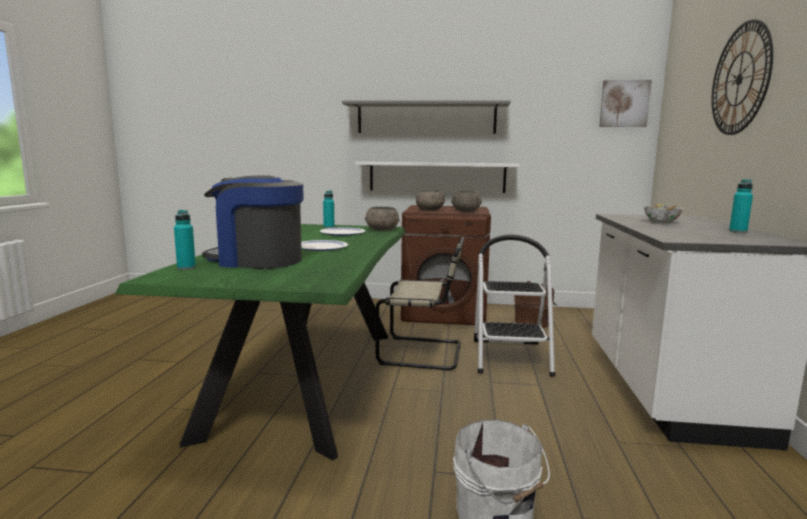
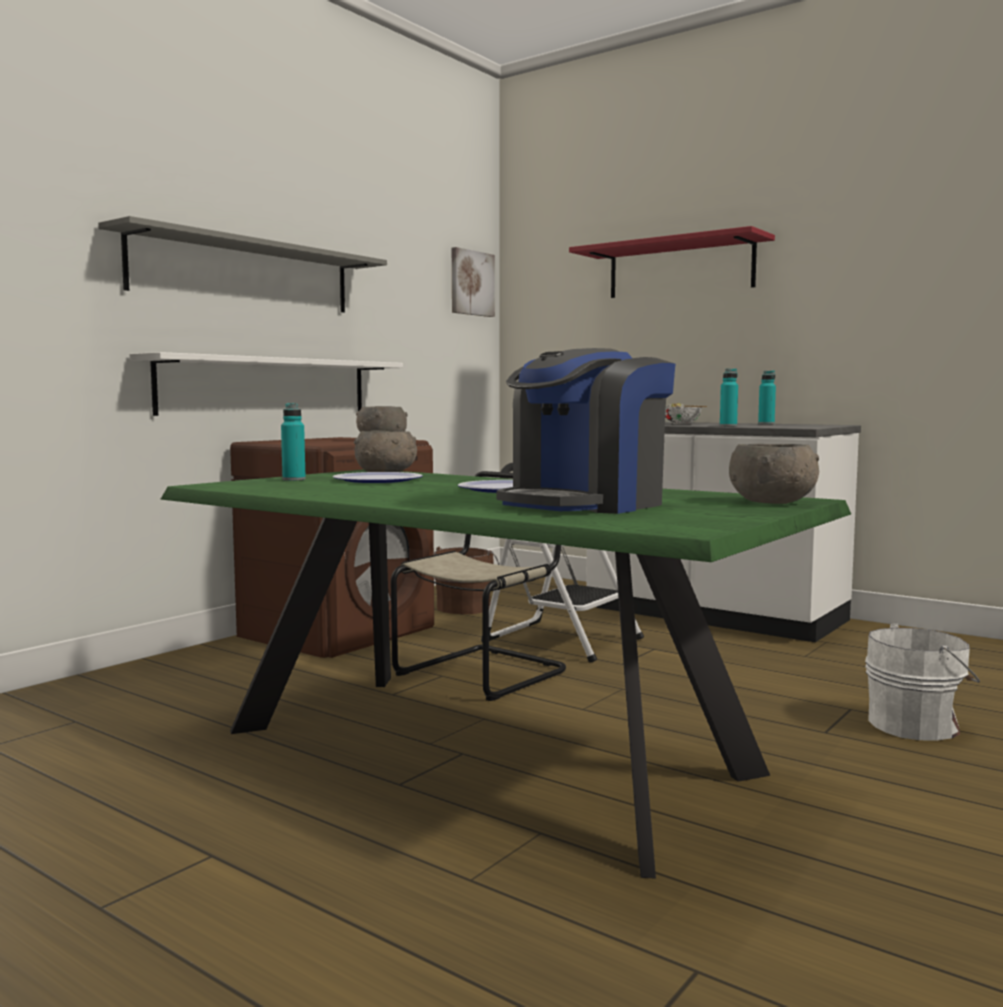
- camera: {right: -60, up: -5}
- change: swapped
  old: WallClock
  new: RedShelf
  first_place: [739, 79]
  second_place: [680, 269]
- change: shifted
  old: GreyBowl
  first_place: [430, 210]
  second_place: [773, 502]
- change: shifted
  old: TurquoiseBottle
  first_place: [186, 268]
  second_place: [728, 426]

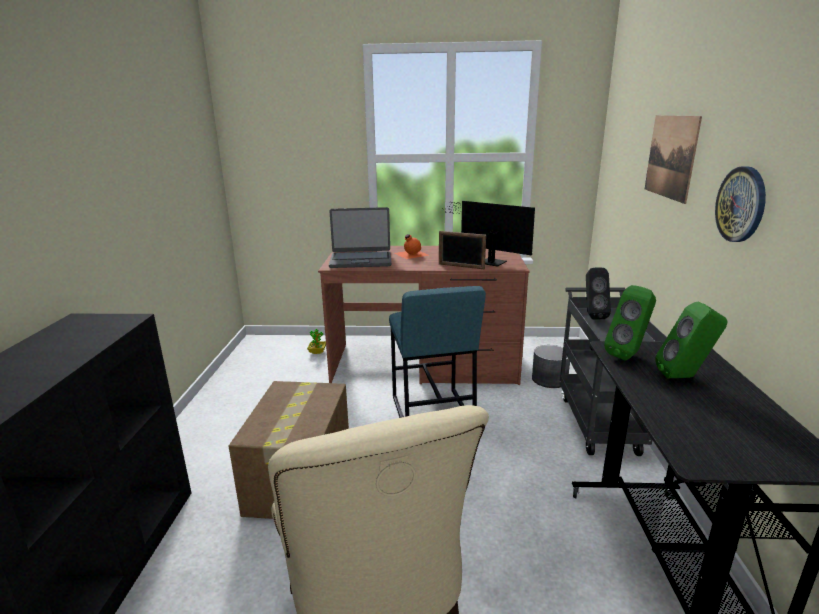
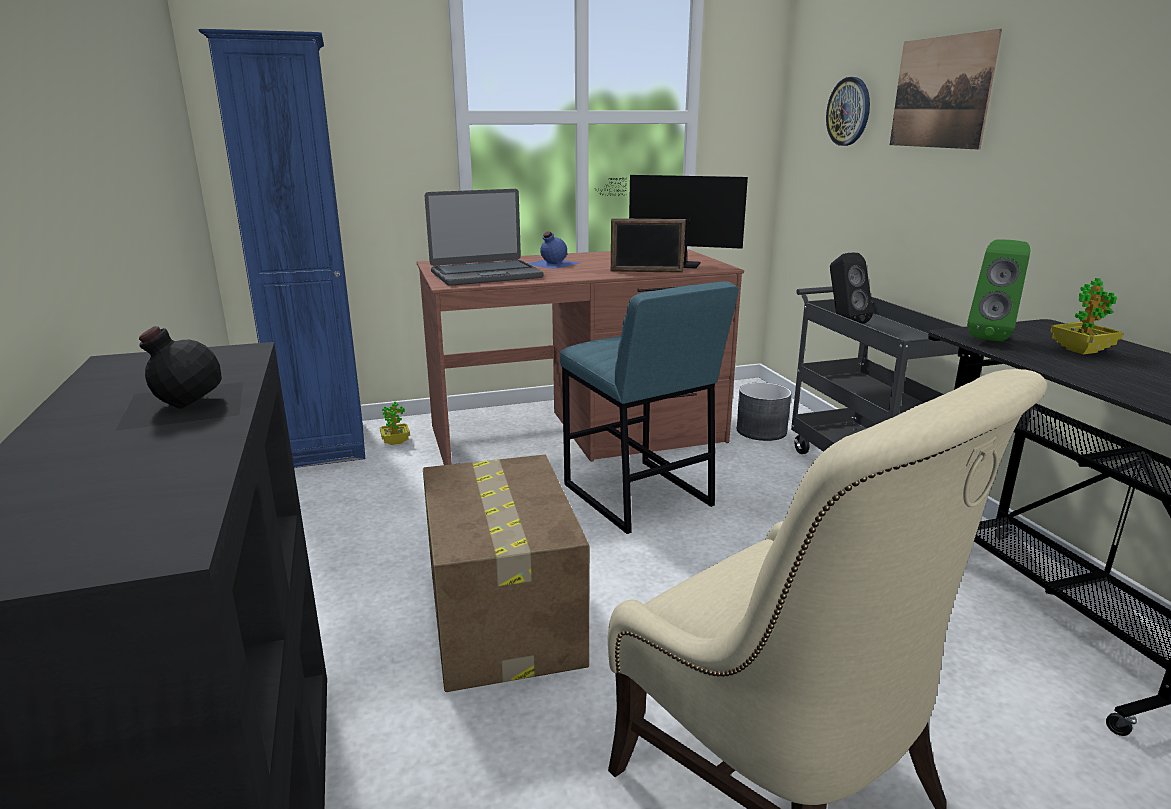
- camera: {right: -20, up: 0}
- change: shifted
  old: WallClock
  first_place: [741, 204]
  second_place: [849, 111]
- change: repainted
  old: OrangeBottle
  new: BlueBottle
  first_place: [410, 254]
  second_place: [551, 263]
- change: swapped
  old: GreenSpeaker
  new: PottedPlant
  first_place: [685, 377]
  second_place: [1081, 350]
- change: new
  new: BlueCabinet
  second_place: [325, 445]
- change: new
  new: BlackBottle
  second_place: [182, 403]

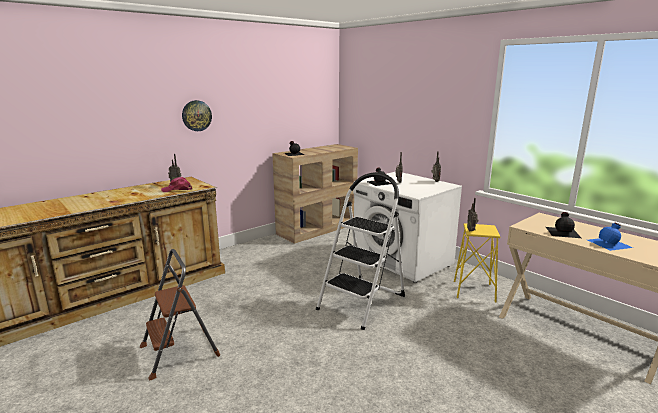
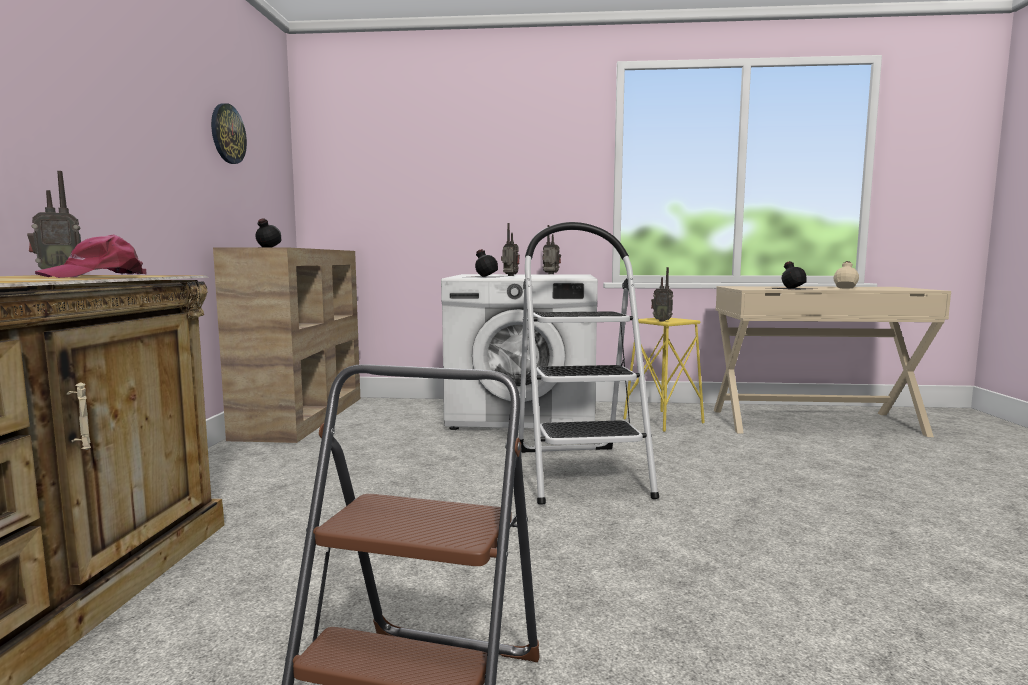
- camera: {right: -45, up: -10}
- change: shifted
  old: WallClock
  first_place: [196, 115]
  second_place: [227, 134]
- change: repainted
  old: BlueBottle
  new: BeigeBottle
  first_place: [610, 243]
  second_place: [846, 288]

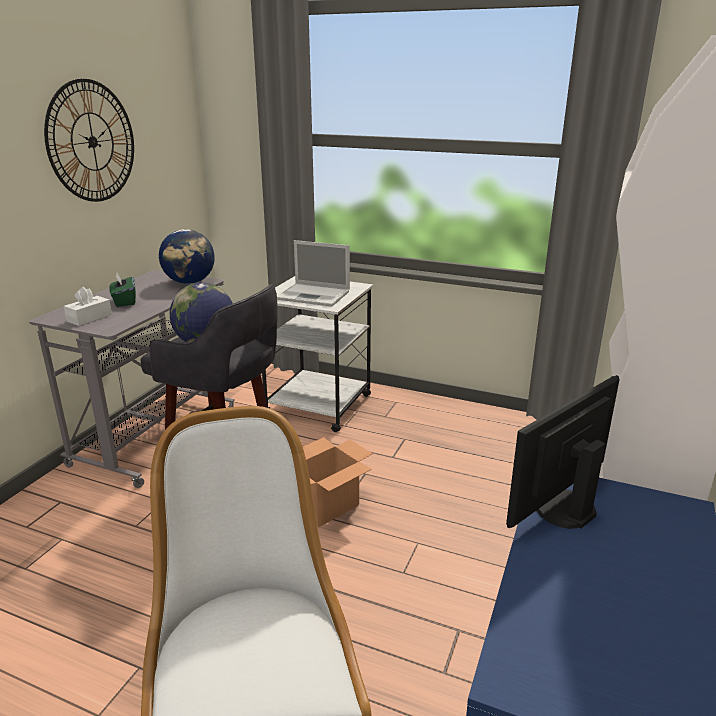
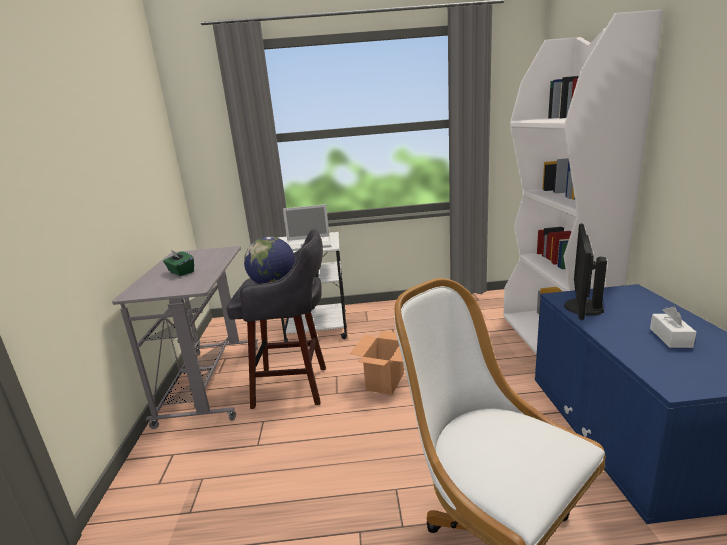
- camera: {right: -25, up: -5}
- change: gone
  old: WallClock
  first_place: [92, 142]
- change: gone
  old: Globe
  first_place: [190, 282]
- change: shifted
  old: WhiteTissueBox
  first_place: [89, 318]
  second_place: [670, 337]

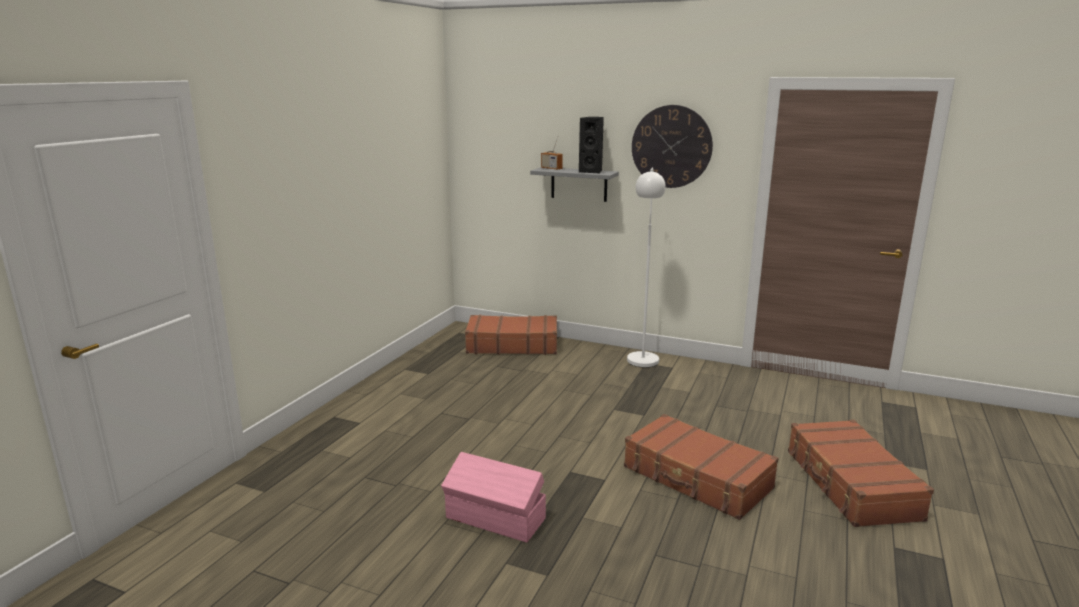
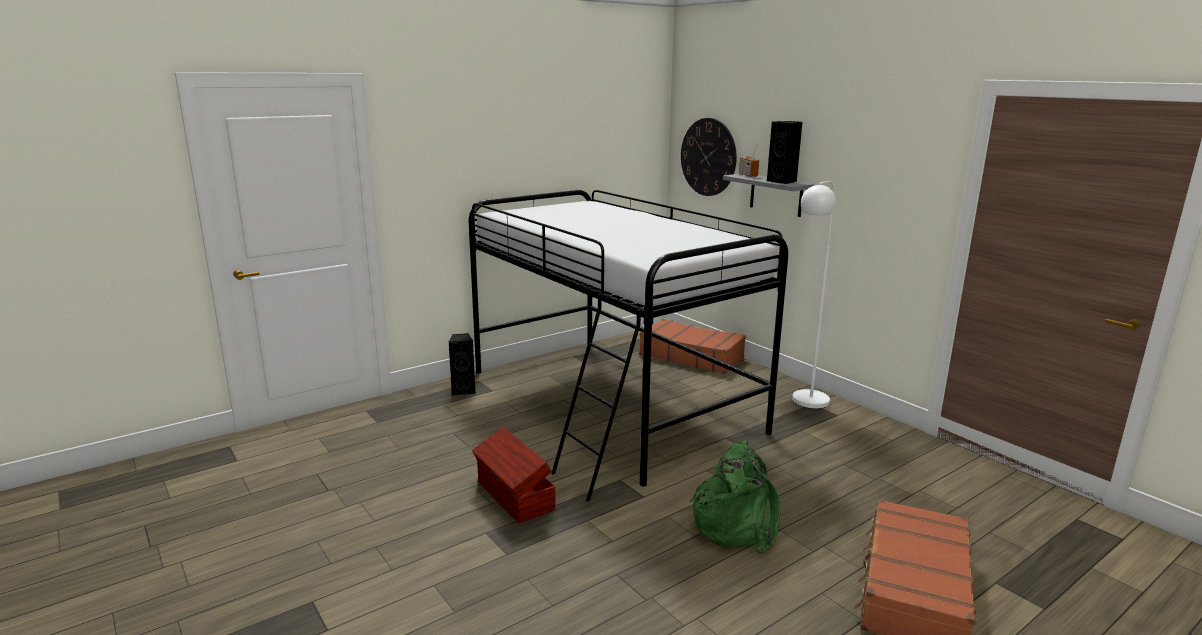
- camera: {right: 30, up: 0}
- change: shifted
  old: WallClock
  first_place: [671, 146]
  second_place: [708, 157]
- change: swapped
  old: BrownSuitcase
  new: GreenBackpack
  first_place: [696, 478]
  second_place: [737, 524]
- change: repainted
  old: PinkStorageBox
  new: BrownStorageBox
  first_place: [495, 519]
  second_place: [514, 497]
- change: new
  new: BlackBed
  second_place: [610, 402]
- change: new
  new: BlackSpeaker
  second_place: [463, 390]

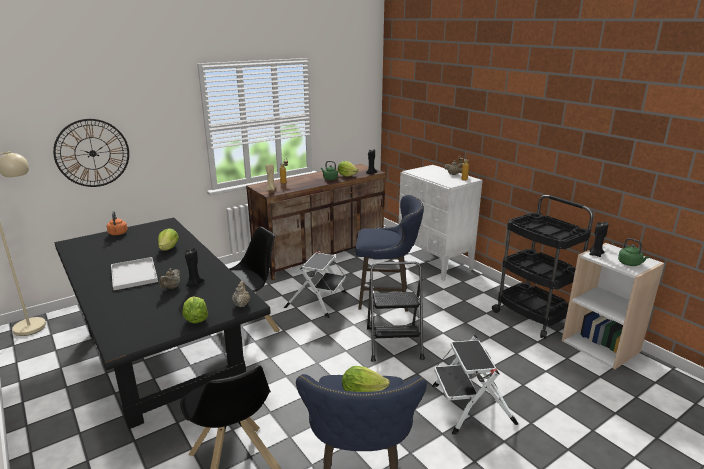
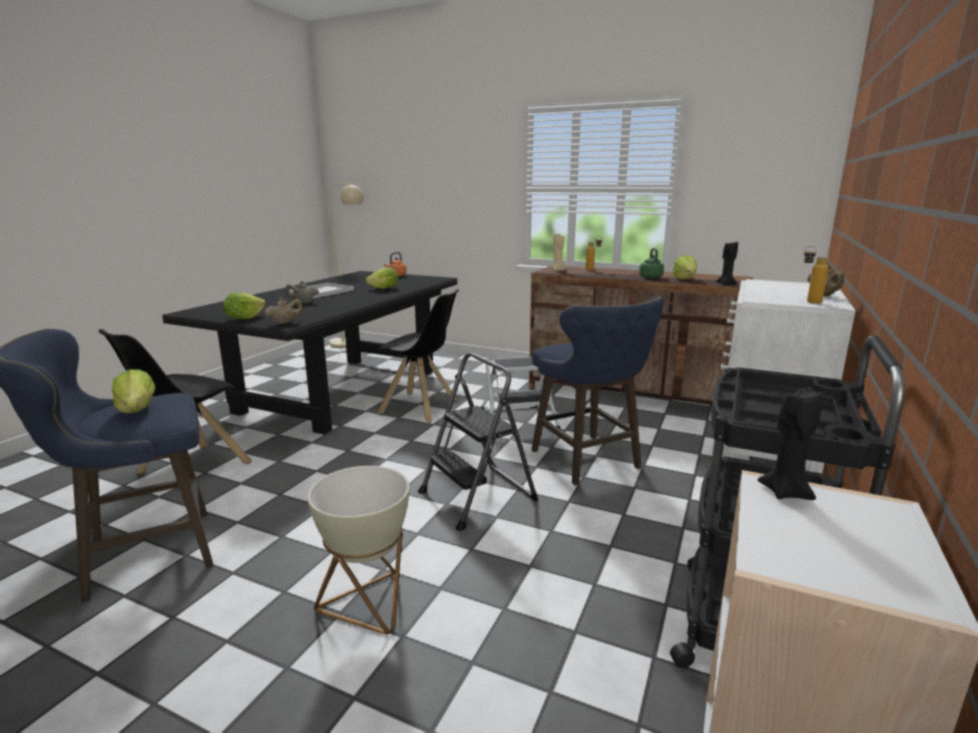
- camera: {right: 60, up: -5}
- change: gone
  old: WallClock
  first_place: [92, 153]
- change: gone
  old: GreenKettle
  first_place: [630, 264]
- change: gone
  old: BlackCandle
  first_place: [194, 284]
- change: swapped
  old: StepLadder
  new: Planter
  first_place: [471, 405]
  second_place: [368, 607]

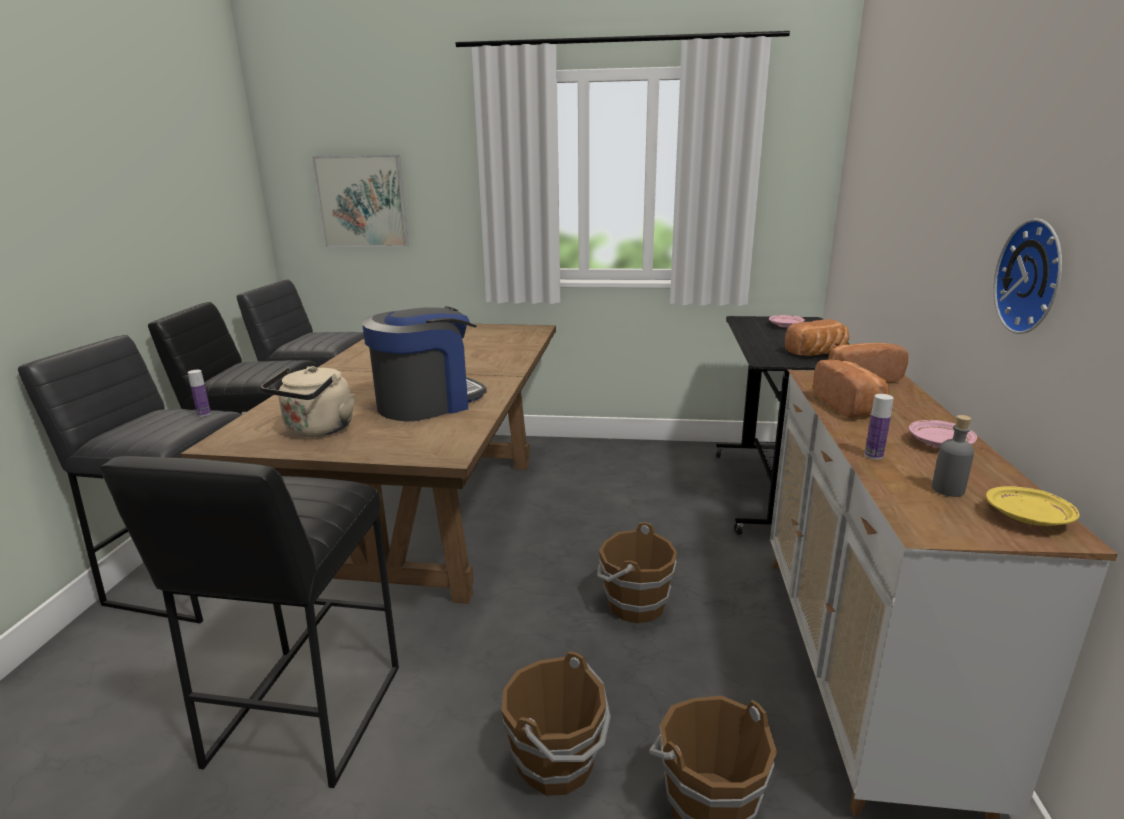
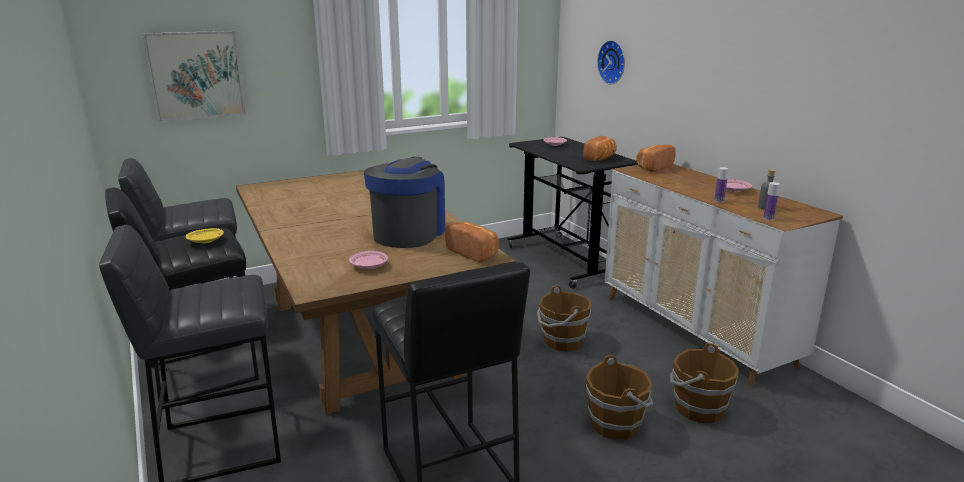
- camera: {right: -35, up: 0}
- change: shifted
  old: WallClock
  first_place: [1035, 277]
  second_place: [613, 62]
- change: shifted
  old: Bread
  first_place: [850, 406]
  second_place: [474, 253]
- change: swapped
  old: BeigeKettle
  new: PinkPlate
  first_place: [317, 430]
  second_place: [369, 266]
- change: shifted
  old: Bottle
  first_place: [204, 414]
  second_place: [768, 218]
- change: shifted
  old: YellowPlate
  first_place: [1028, 517]
  second_place: [206, 241]

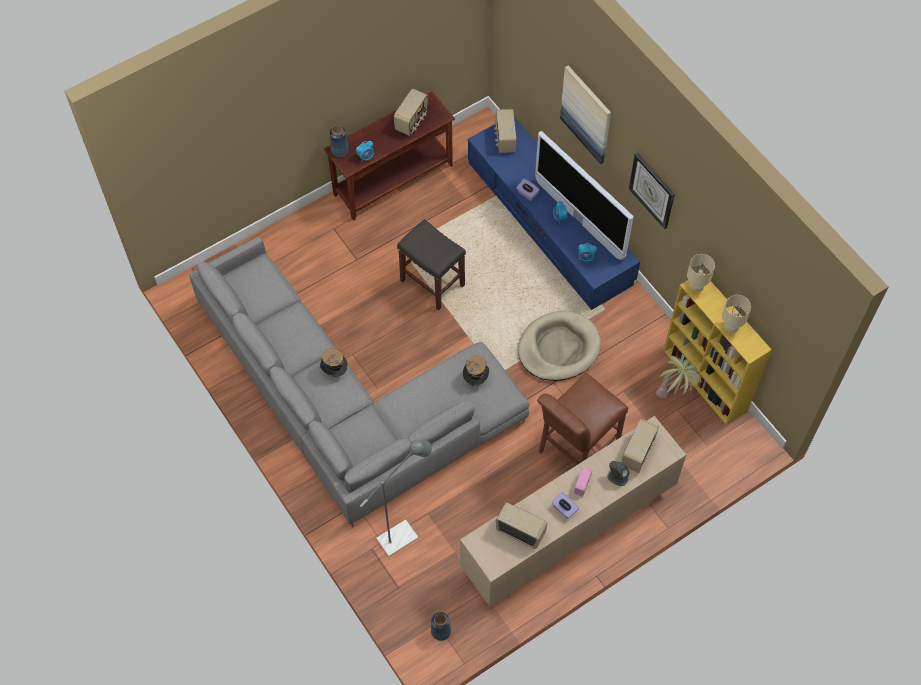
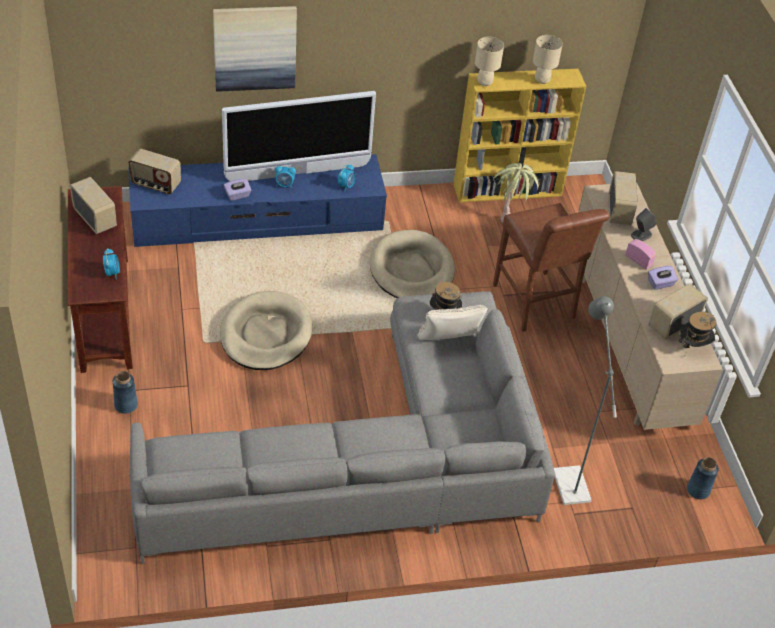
- camera: {right: -70, up: -15}
- change: shifted
  old: BlueVase
  first_place: [339, 150]
  second_place: [126, 405]
- change: gone
  old: WallClock
  first_place: [652, 190]
- change: swapped
  old: GreyStool
  new: BeigeDogBed
  first_place: [431, 283]
  second_place: [266, 334]
- change: shifted
  old: Hat
  first_place: [334, 371]
  second_place: [693, 347]
- change: rotated
  old: Radio
  first_place: [637, 452]
  second_place: [619, 211]
  degrees: -135
- change: new
  new: BeigePillow
  second_place: [448, 342]

